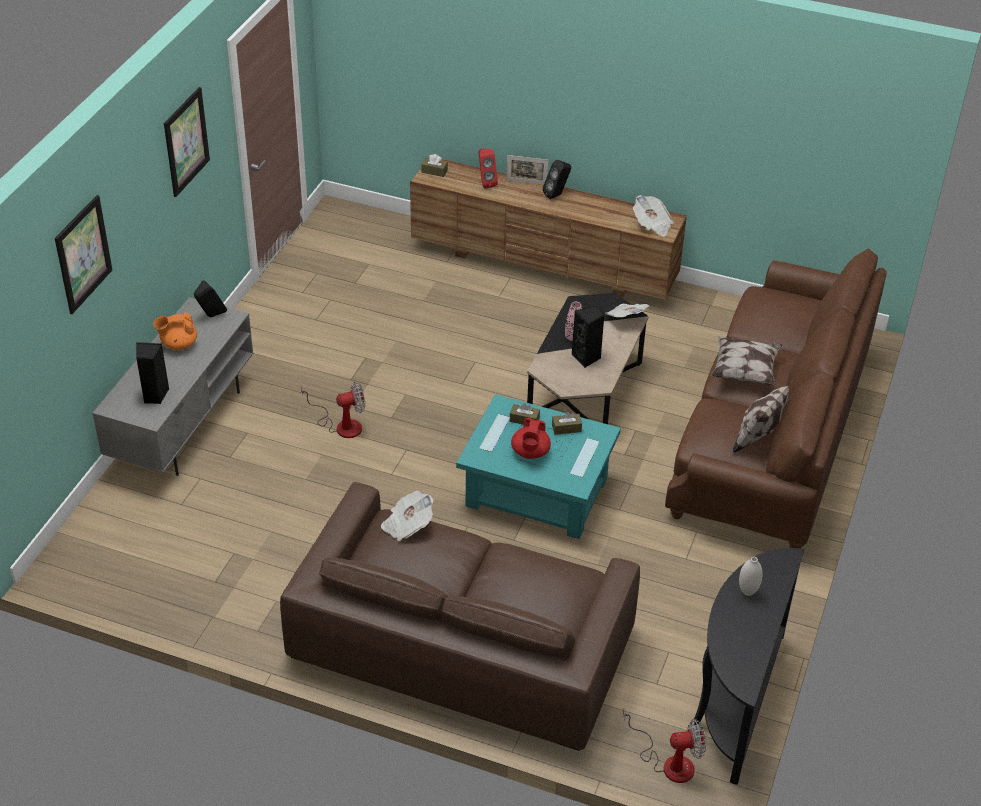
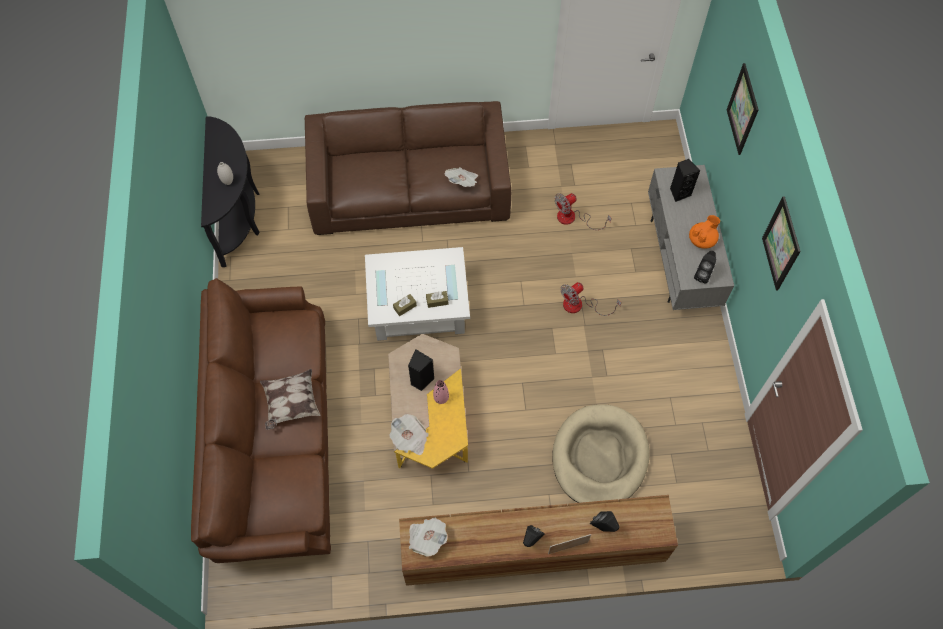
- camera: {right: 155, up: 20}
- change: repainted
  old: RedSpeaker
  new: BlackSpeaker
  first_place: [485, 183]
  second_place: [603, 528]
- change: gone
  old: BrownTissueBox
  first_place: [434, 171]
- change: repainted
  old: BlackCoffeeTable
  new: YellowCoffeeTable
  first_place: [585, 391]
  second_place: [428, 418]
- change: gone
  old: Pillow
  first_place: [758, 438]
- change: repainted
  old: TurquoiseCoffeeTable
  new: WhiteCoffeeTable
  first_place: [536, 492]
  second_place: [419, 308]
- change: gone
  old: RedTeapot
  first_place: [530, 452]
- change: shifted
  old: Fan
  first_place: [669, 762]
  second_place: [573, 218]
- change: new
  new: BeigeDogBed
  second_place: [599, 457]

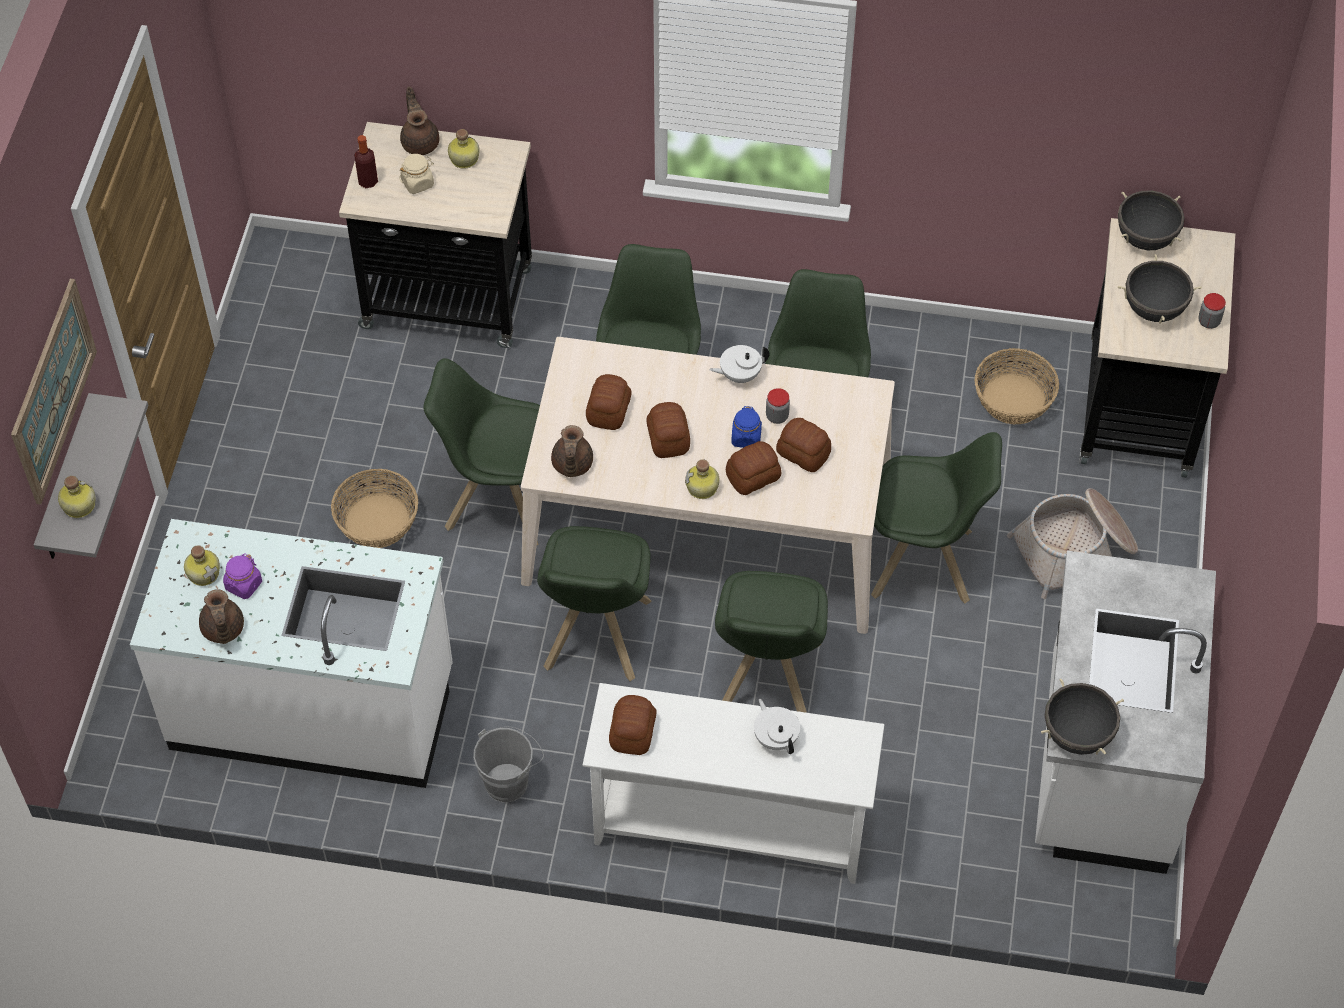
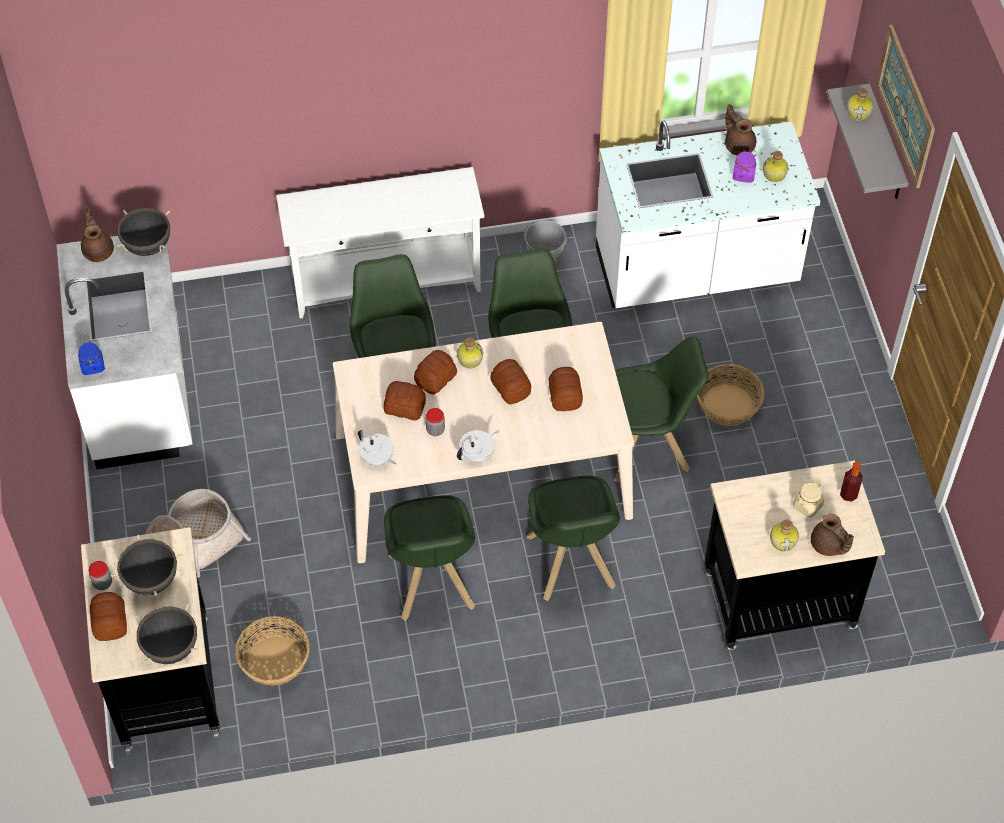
- camera: {right: 160, up: 0}
- change: shifted
  old: BlueJar
  first_place: [746, 437]
  second_place: [92, 365]
- change: shifted
  old: BrownTeapot
  first_place: [571, 465]
  second_place: [98, 250]
- change: gone
  old: GreenChair
  first_place: [923, 562]
- change: shifted
  old: Bread
  first_place: [632, 733]
  second_place: [110, 621]
- change: shifted
  old: WhiteTeapot
  first_place: [776, 737]
  second_place: [377, 458]

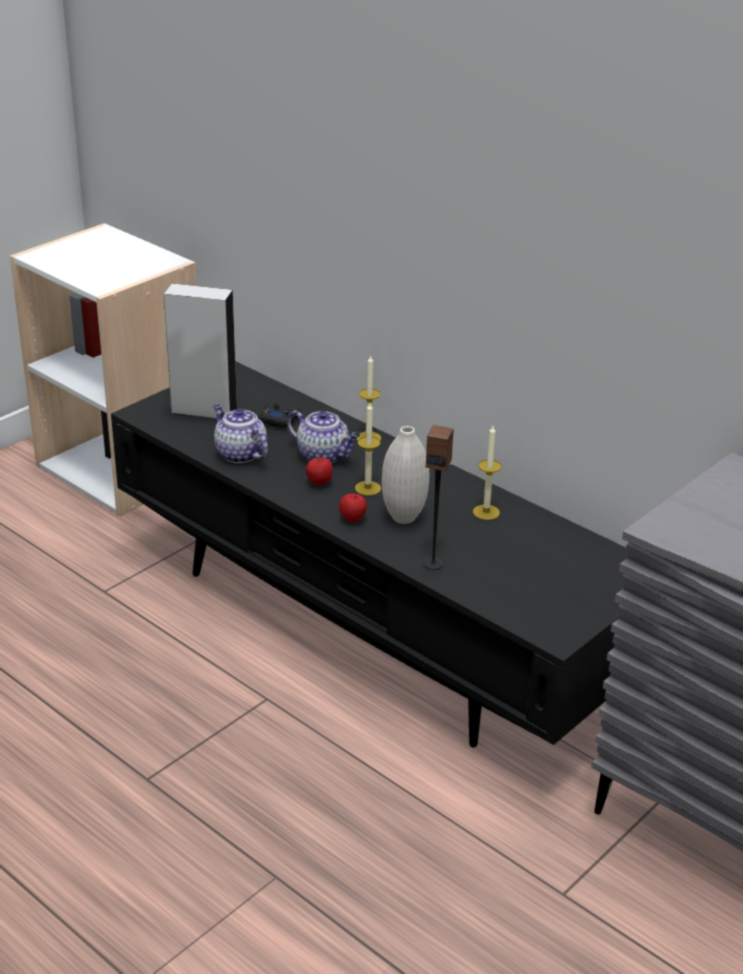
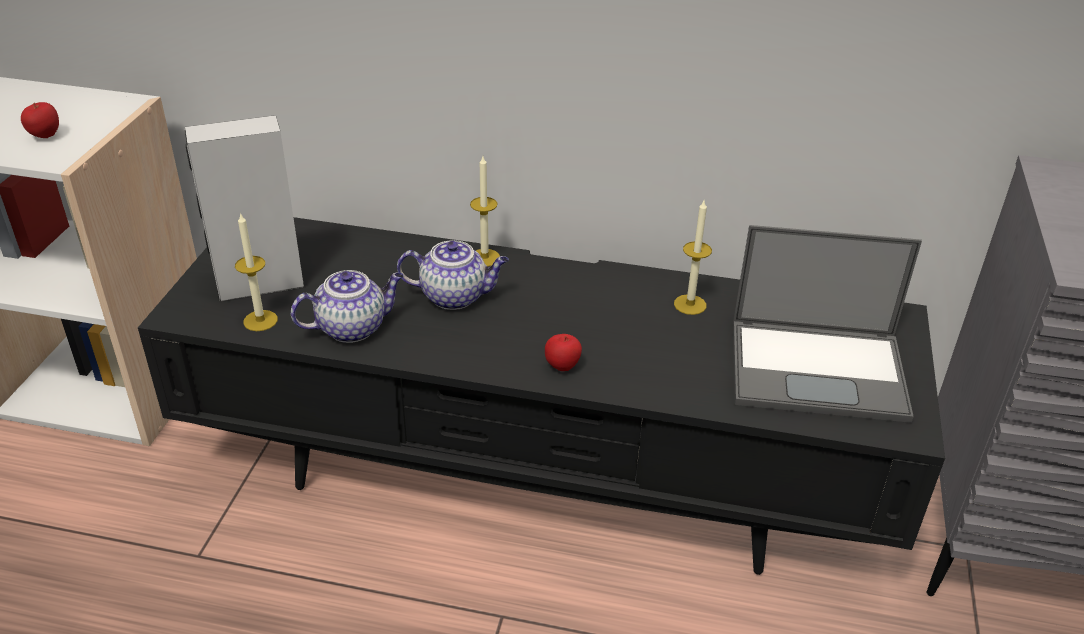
- camera: {right: -30, up: 5}
- change: gone
  old: BlackGameController
  first_place: [279, 419]
- change: shifted
  old: Candle
  first_place: [368, 488]
  second_place: [260, 320]
- change: rotated
  old: Teapot
  first_place: [239, 454]
  second_place: [353, 327]
  degrees: 135
- change: gone
  old: Speaker
  first_place: [433, 564]
- change: gone
  old: WhiteVase
  first_place: [404, 518]
- change: shifted
  old: Apple
  first_place: [319, 483]
  second_place: [45, 136]
- change: new
  new: Laptop
  second_place: [819, 369]

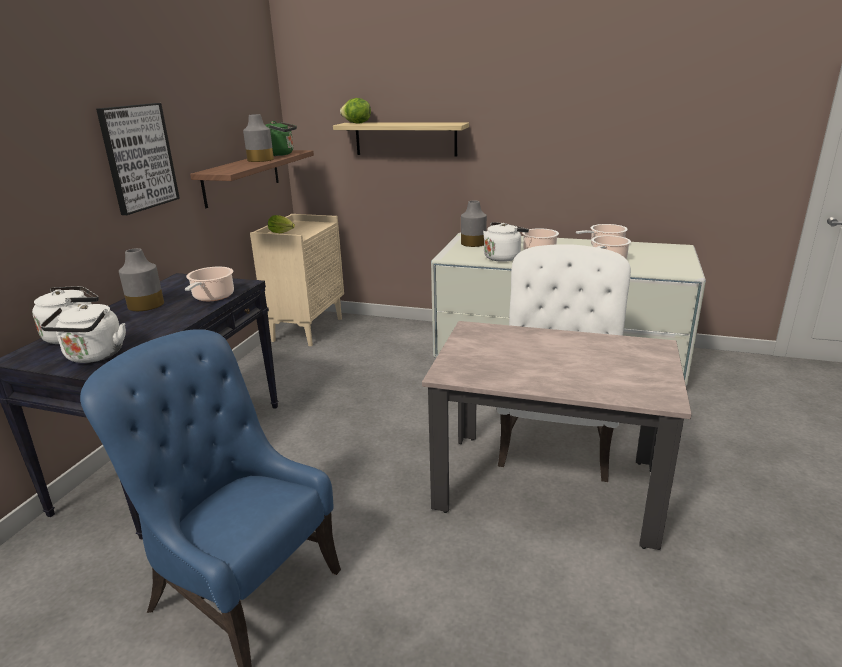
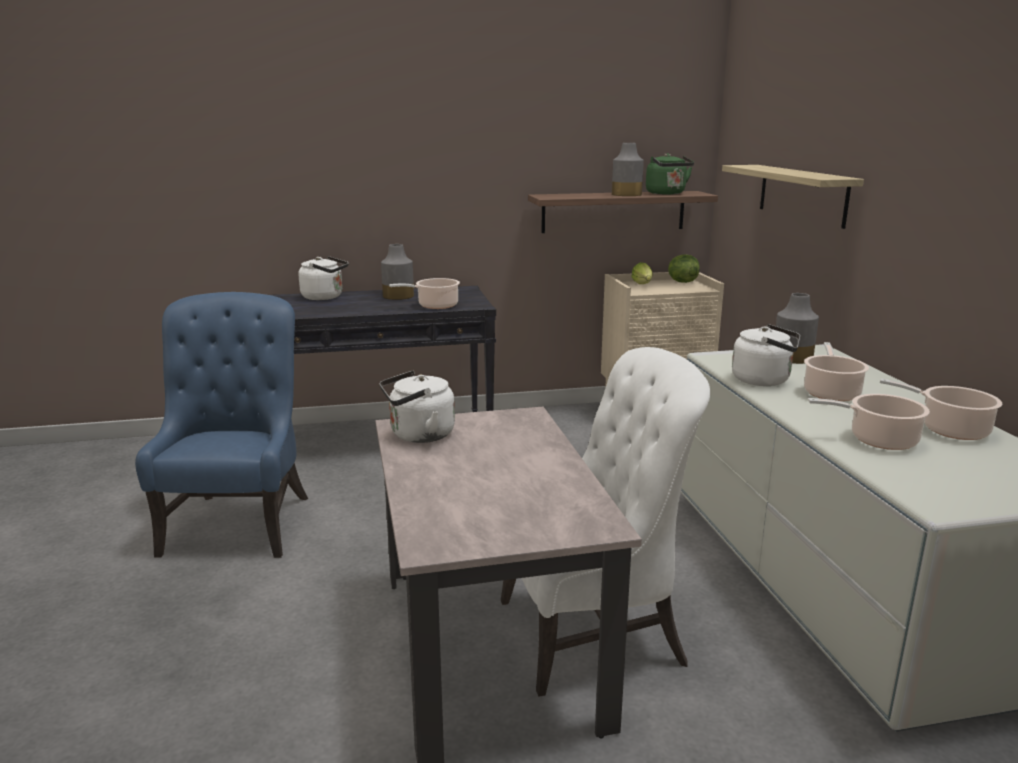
- camera: {right: 60, up: -5}
- change: shifted
  old: Lettuce
  first_place: [357, 123]
  second_place: [681, 282]
- change: gone
  old: Picture
  first_place: [138, 157]
- change: shifted
  old: WhiteKettle
  first_place: [94, 356]
  second_place: [418, 435]

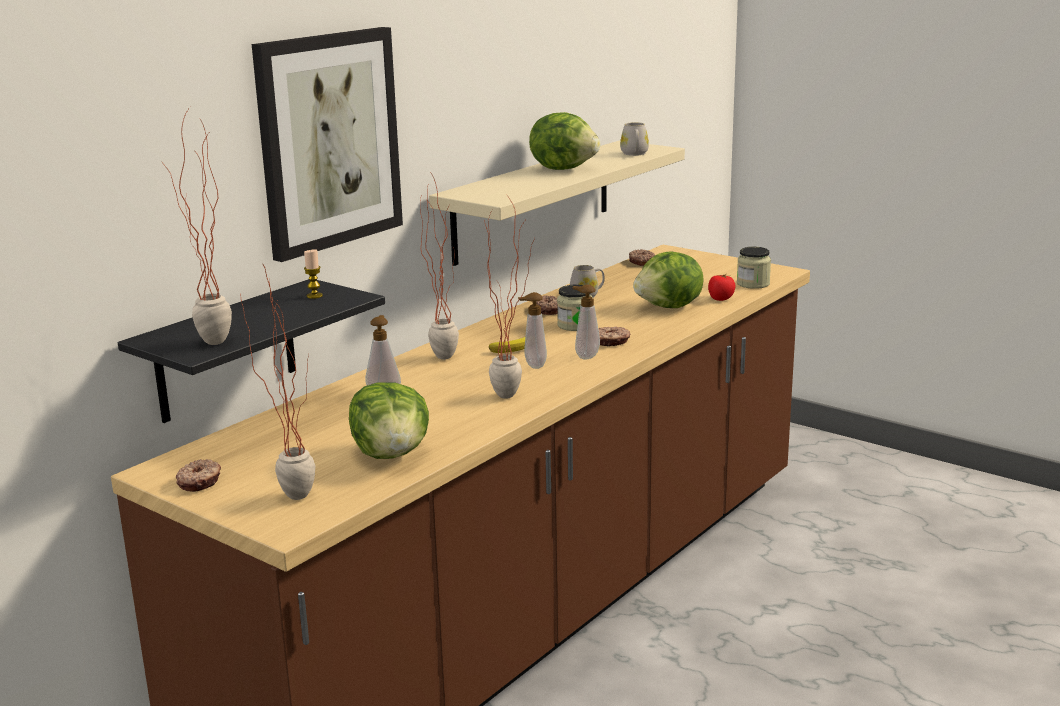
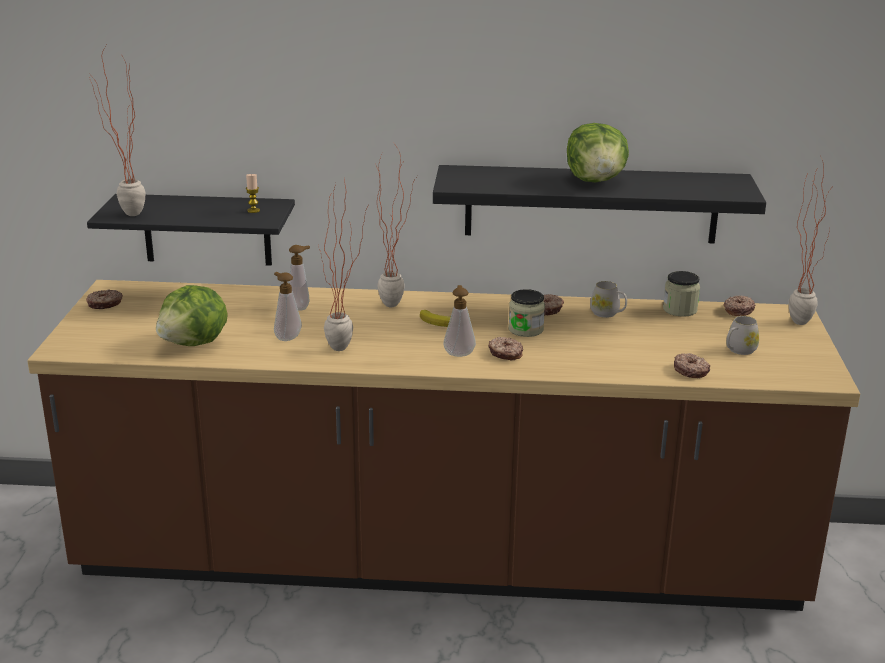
- camera: {right: 55, up: 5}
- change: gone
  old: Picture
  first_place: [328, 141]
- change: shifted
  old: WhiteMug
  first_place: [634, 154]
  second_place: [738, 350]
- change: repainted
  old: BeigeShelf
  new: BlackShelf
  first_place: [533, 201]
  second_place: [591, 204]
- change: shifted
  old: Jar
  first_place: [753, 284]
  second_place: [680, 310]
- change: gone
  old: Lettuce
  first_place: [670, 307]
- change: shifted
  old: PottedPlant
  first_place: [291, 492]
  second_place: [799, 319]
- change: swapped
  old: Tomato
  new: Donut
  first_place: [720, 298]
  second_place: [691, 370]
- change: shifted
  old: SoapDispenser
  first_place: [533, 366]
  second_place: [286, 337]

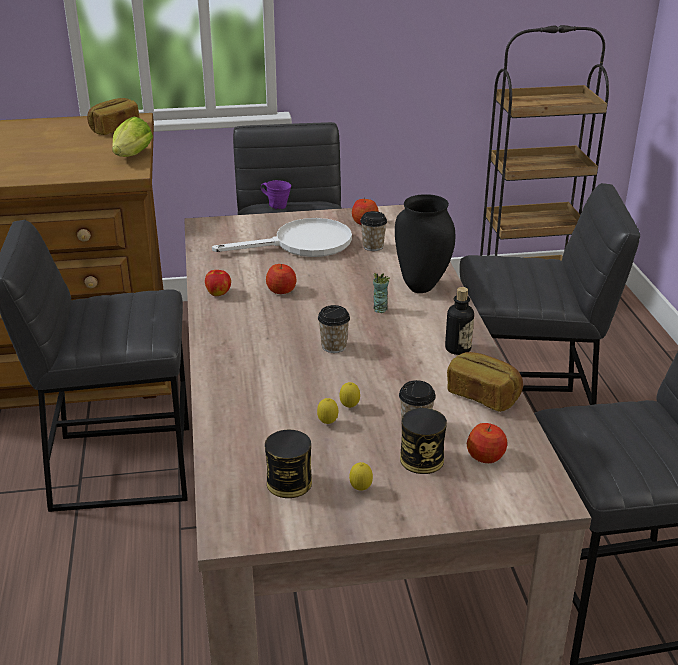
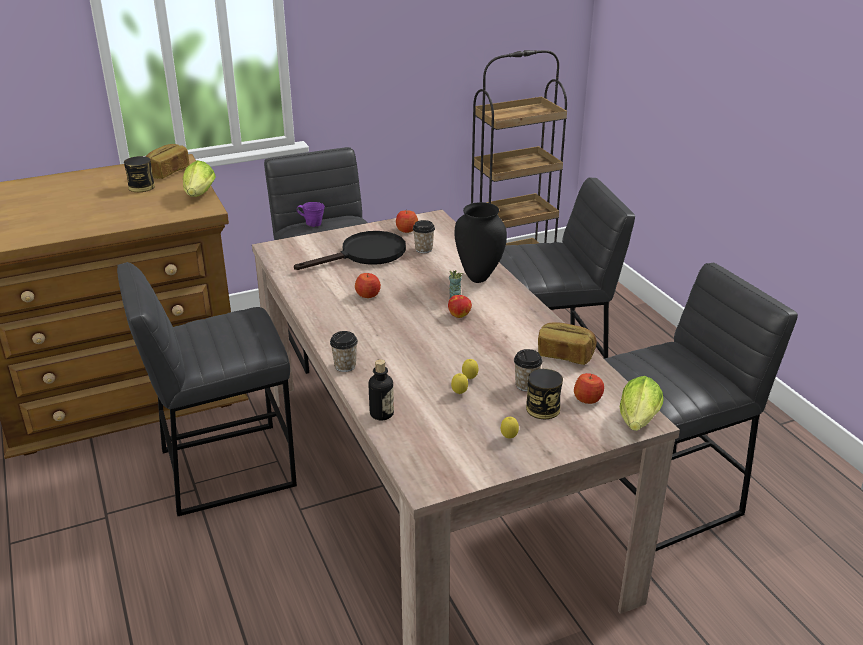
- camera: {right: -15, up: 0}
- change: repainted
  old: WhiteFryingPan
  new: BlackFryingPan
  first_place: [302, 244]
  second_place: [365, 255]
- change: shifted
  old: Apple
  first_place: [219, 293]
  second_place: [459, 315]
- change: shifted
  old: Bottle
  first_place: [458, 349]
  second_place: [381, 414]
- change: shifted
  old: Cup
  first_place: [334, 346]
  second_place: [345, 366]
- change: shifted
  old: Can
  first_place: [289, 483]
  second_place: [141, 187]
- change: new
  new: Lettuce
  second_place: [637, 423]

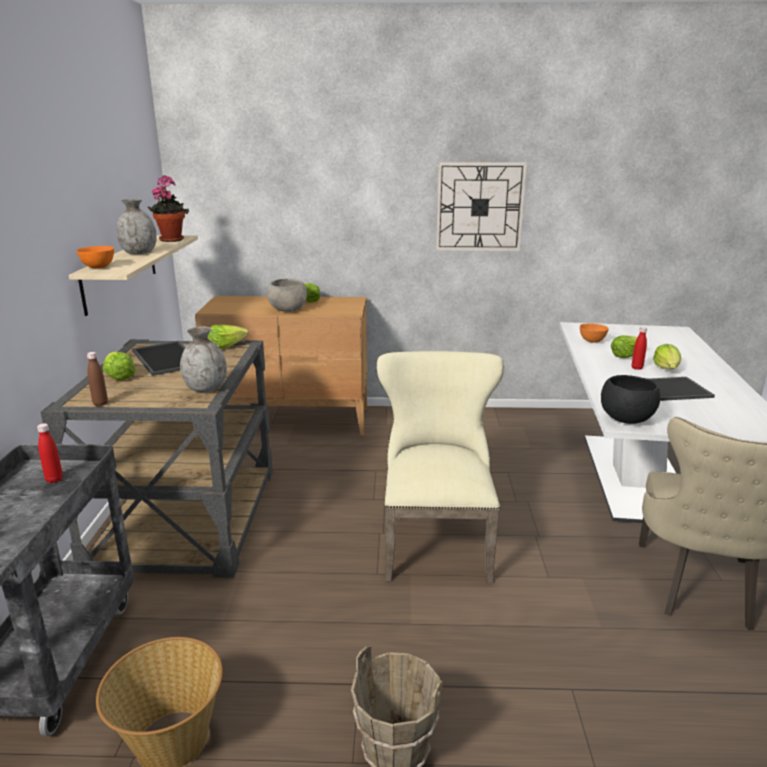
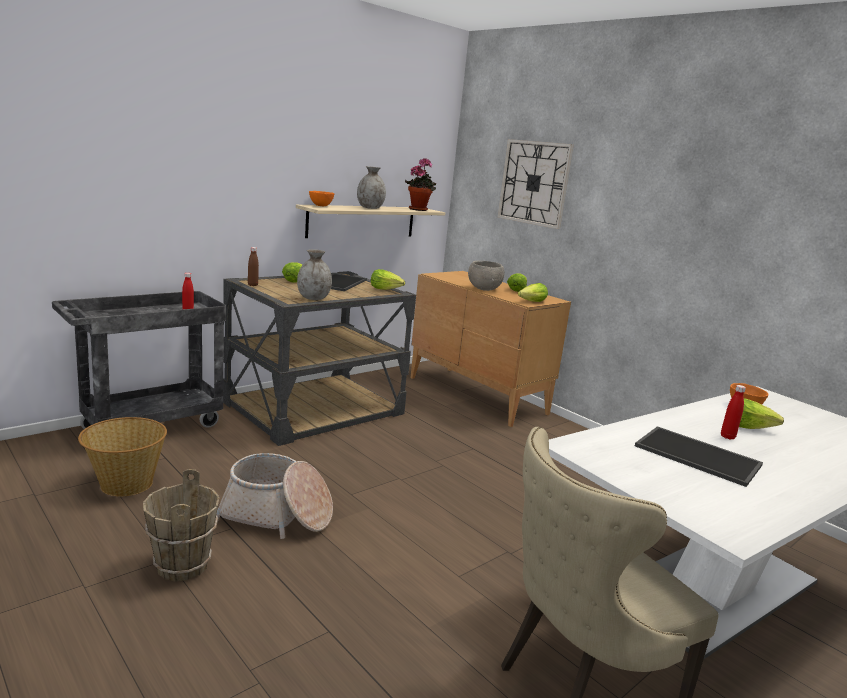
- camera: {right: 45, up: -5}
- change: shifted
  old: WallClock
  first_place: [479, 207]
  second_place: [534, 183]
- change: shifted
  old: Lettuce
  first_place: [667, 368]
  second_place: [532, 302]
- change: gone
  old: BeigeChair
  first_place: [435, 541]
- change: gone
  old: BlackBowl
  first_place: [627, 420]
- change: new
  new: Basket
  second_place: [277, 515]

